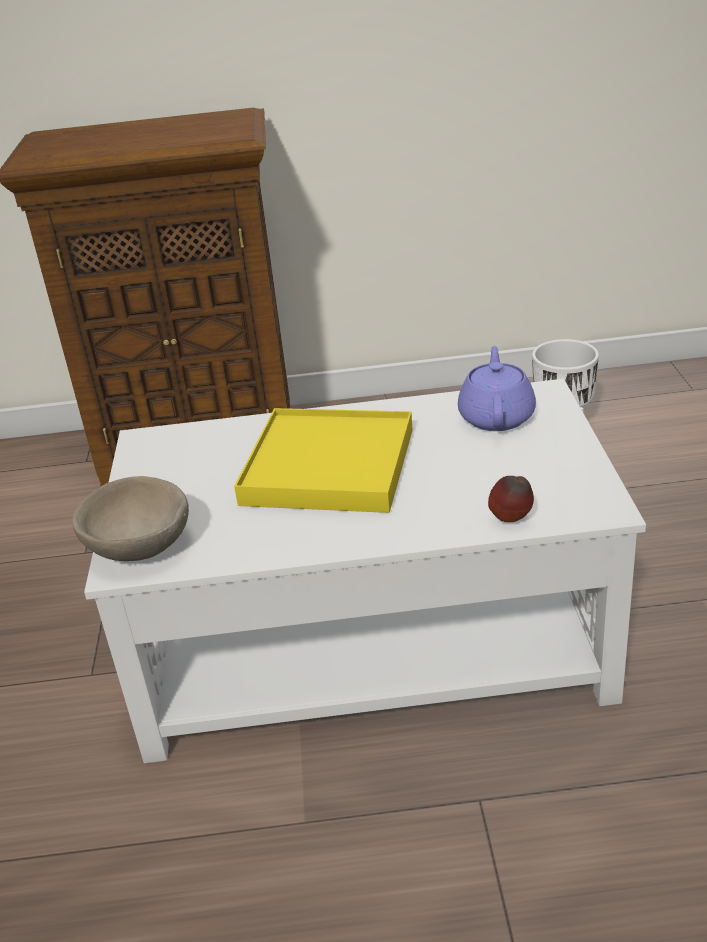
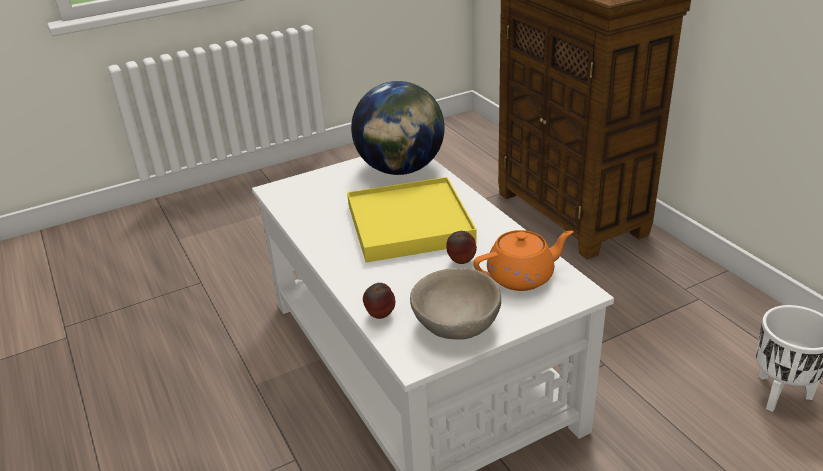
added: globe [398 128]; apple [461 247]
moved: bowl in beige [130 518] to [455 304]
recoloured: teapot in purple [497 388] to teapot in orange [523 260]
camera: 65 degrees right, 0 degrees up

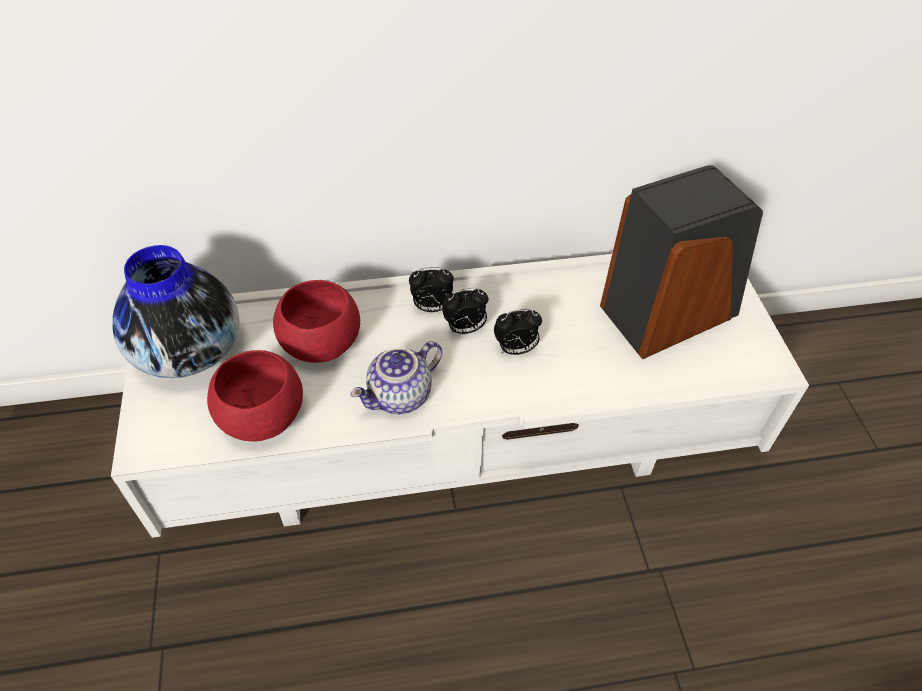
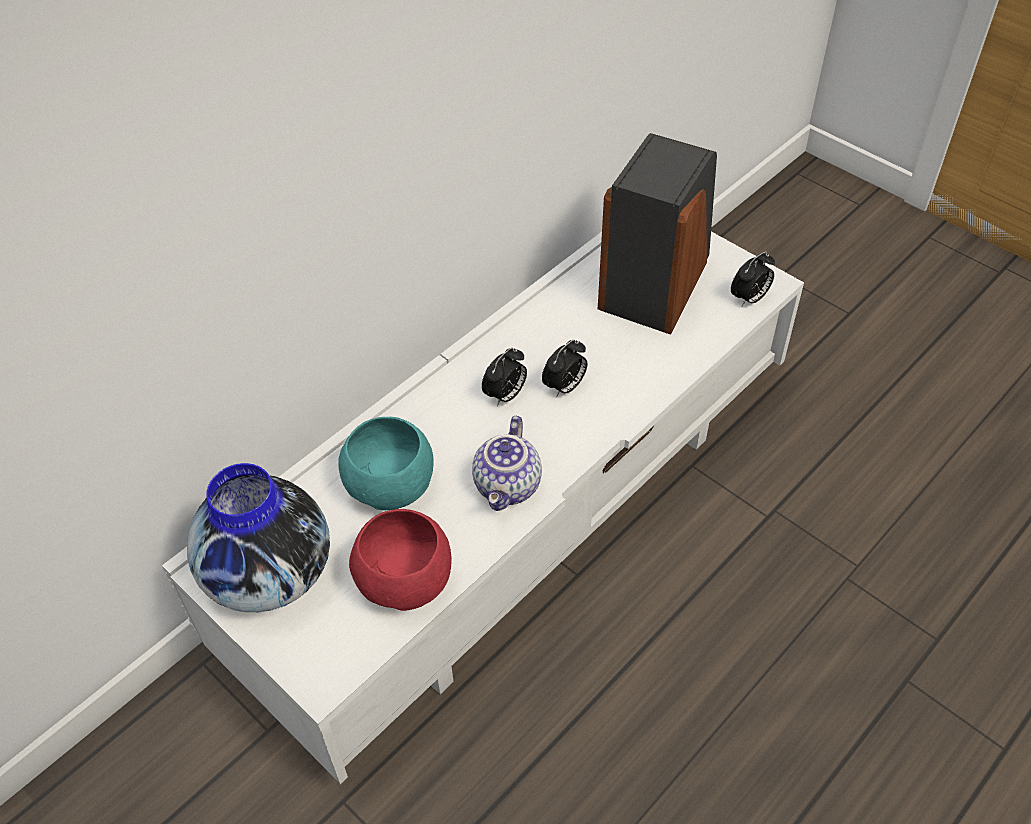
moved: alarm clock [431 289] to [753 279]
recoloured: bowl in red [316 321] to bowl in turquoise [385 463]
camera: 35 degrees left, 0 degrees up

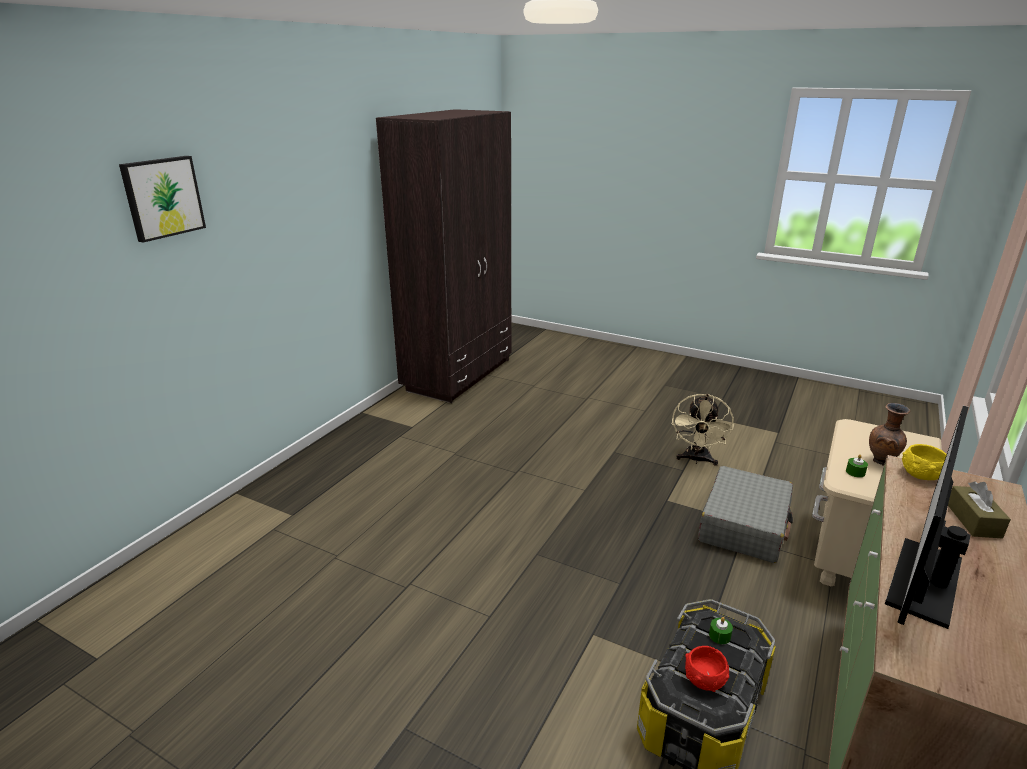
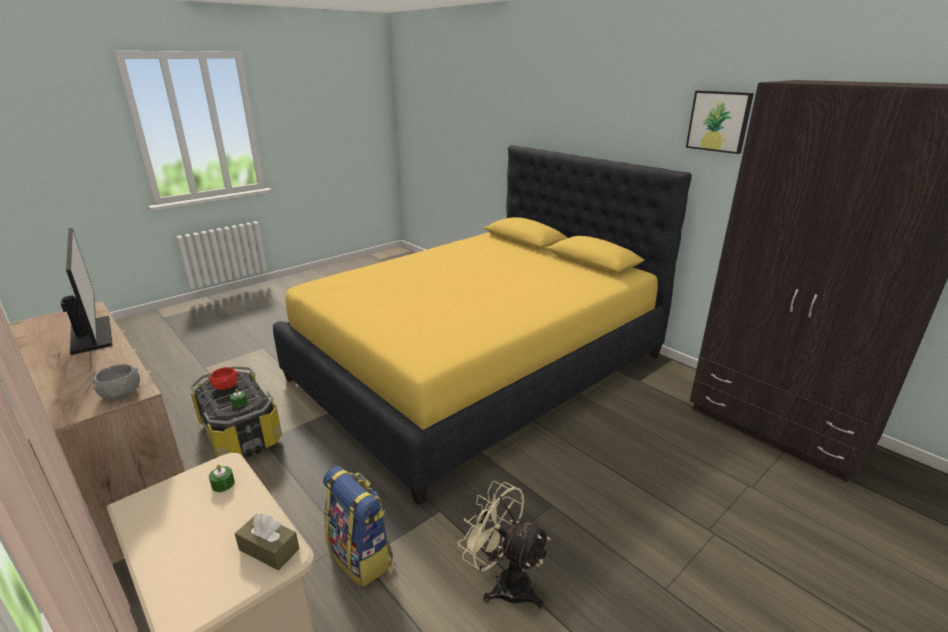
removed: vase in brown [889 434]
added: bed in yellow [482 325]
moved: tissue box in brown [979 510] to [267 542]; picture [162 199] to [720 122]
replaced: suitcase in grey [745 514] to backpack [358 526]
recoloured: bowl in yellow [924 462] to bowl in grey [116 382]
camera: 110 degrees right, 0 degrees up

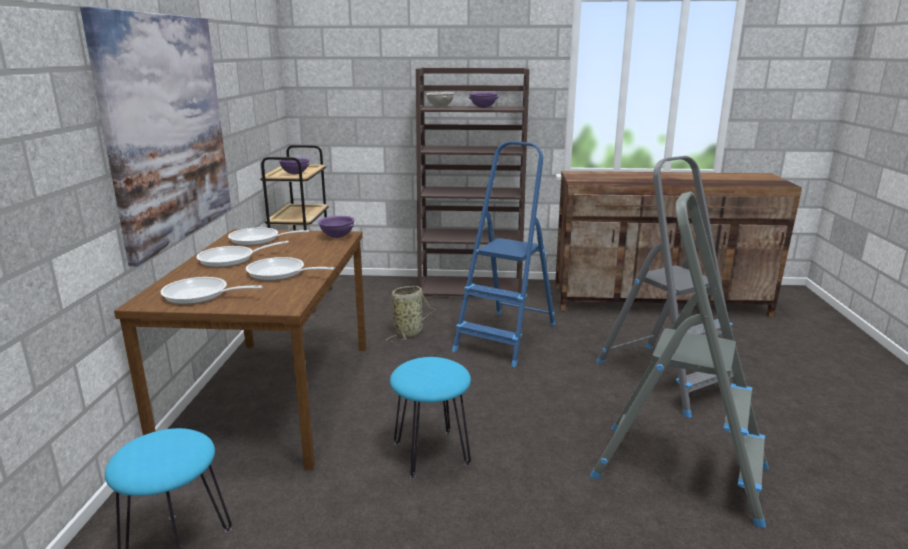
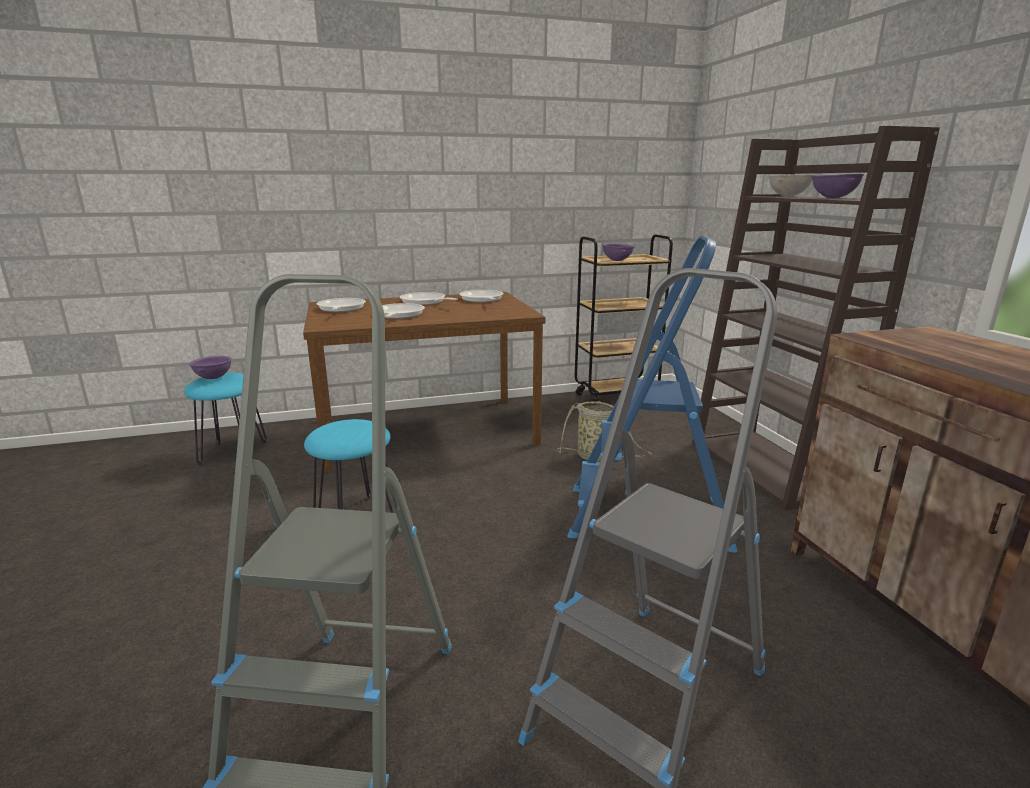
removed: picture [155 136]
moved: bowl in purple [336 227] to [210 367]
camera: 70 degrees right, 0 degrees up

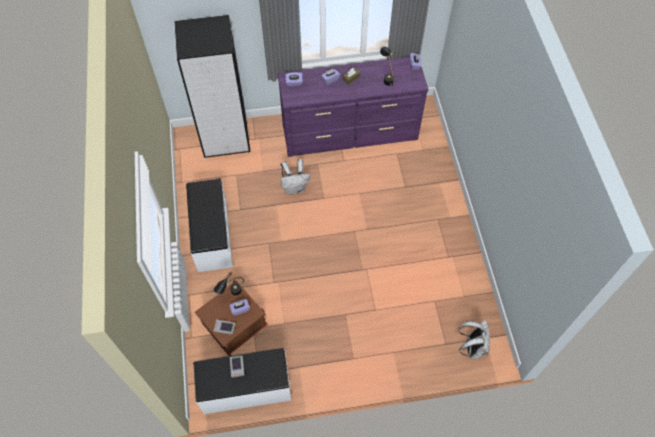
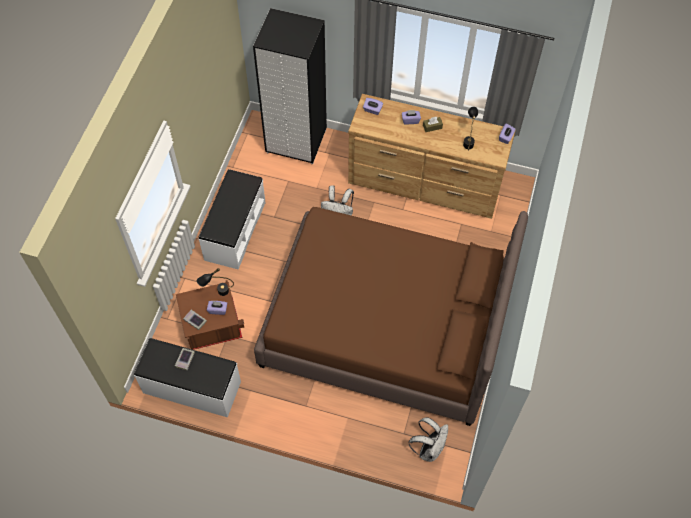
added: bed in brown [391 316]
recoloured: dresser in purple [352 107] to dresser in brown [432 156]
camera: 25 degrees right, 0 degrees up

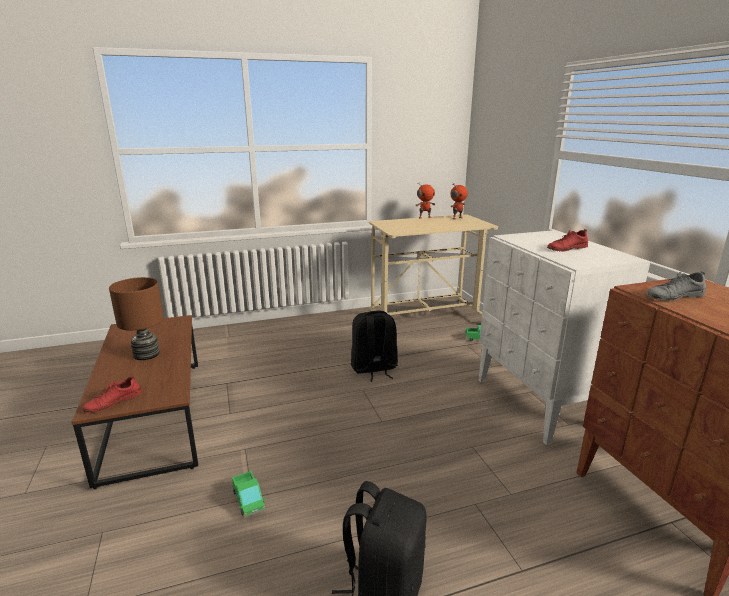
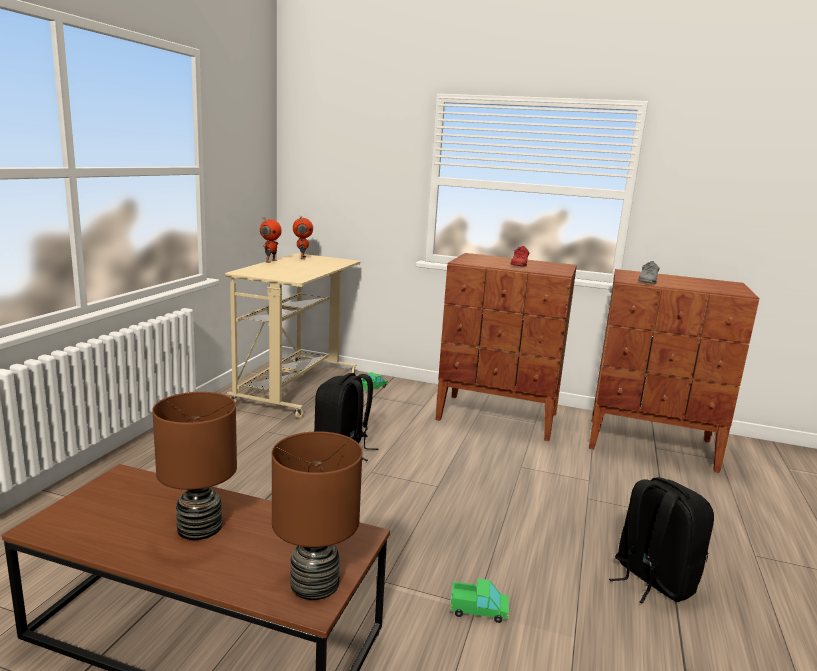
replaced: shoe in red [112 394] to table lamp in brown [317 515]
recoloured: dresser in white [564 337] to dresser in brown [506 347]
camera: 55 degrees left, 5 degrees down

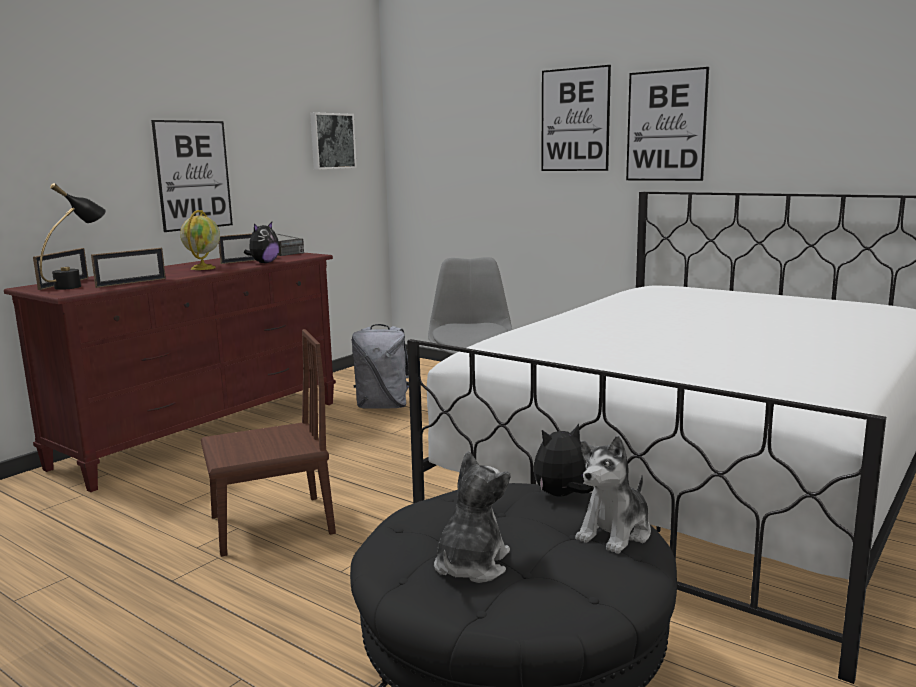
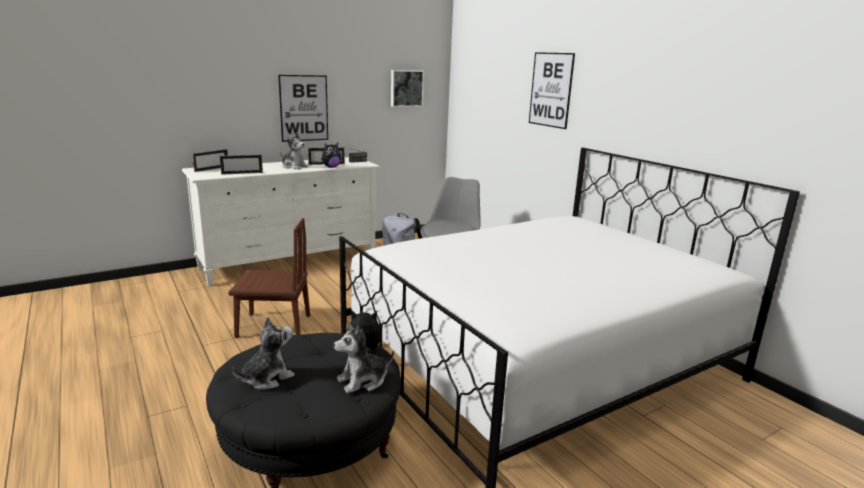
removed: table lamp in black [72 236]; picture [667 124]
replaced: globe [200 240] to plush toy [294 150]
recoloured: dresser in red [170 372] to dresser in white [281 221]
camera: 20 degrees right, 5 degrees up

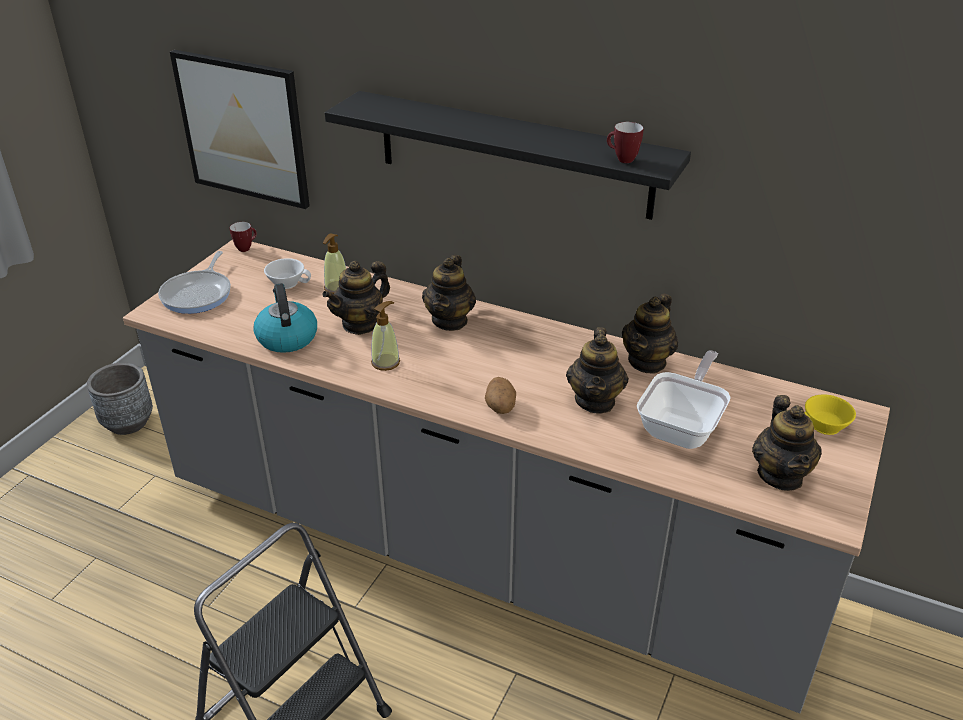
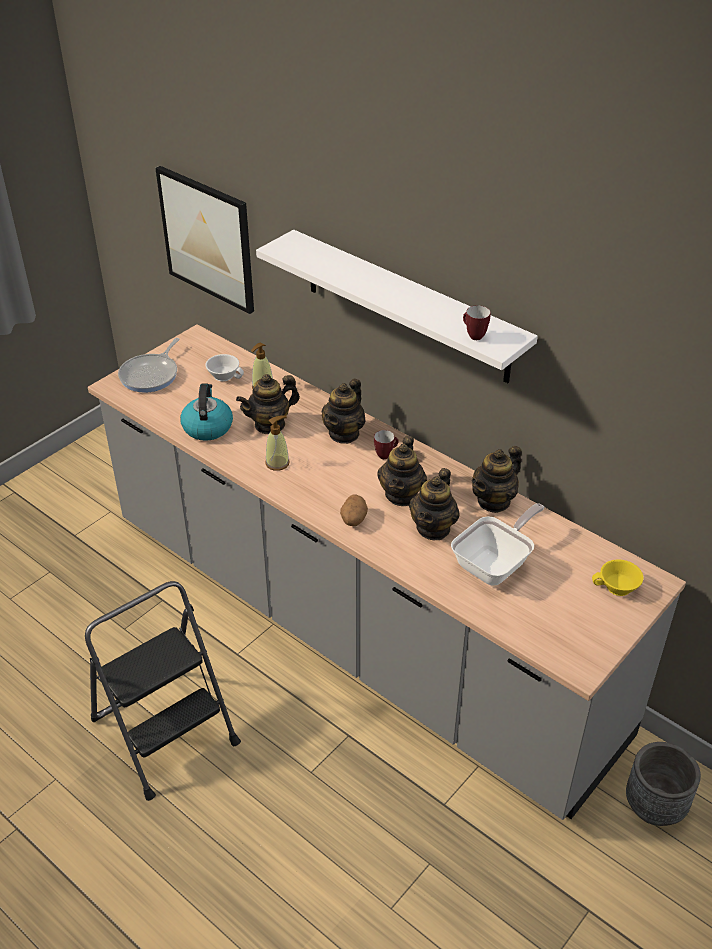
moved: mug [243 237] to [386 444]; teapot [787 443] to [402 471]; planter in grey [120 399] to [663 784]
recoloured: shelf in black [508 155] to shelf in white [397 306]
camera: 15 degrees right, 5 degrees up

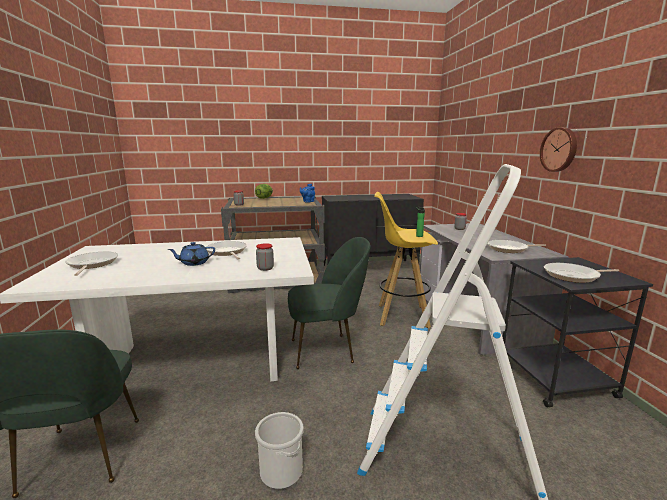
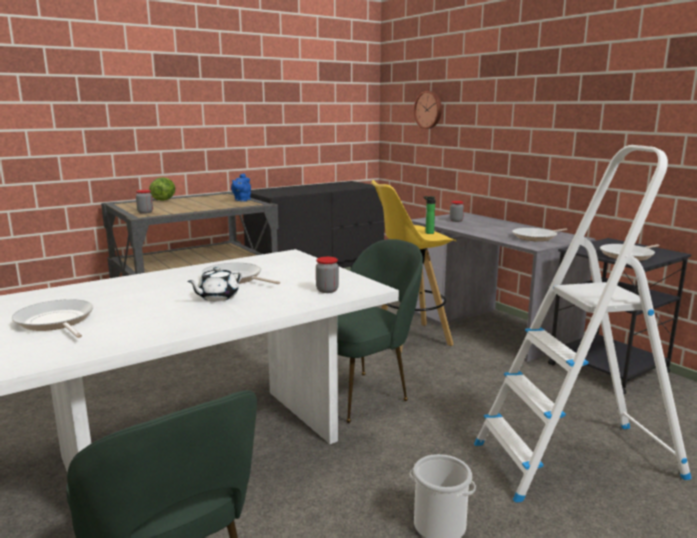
moved: wall clock [558 149] to [428 110]
recoloured: teapot in blue [191 254] to teapot in white [214 284]
camera: 25 degrees left, 0 degrees up

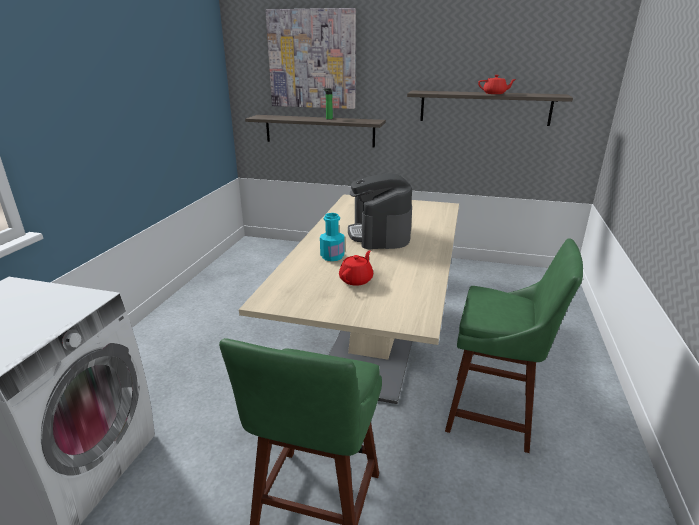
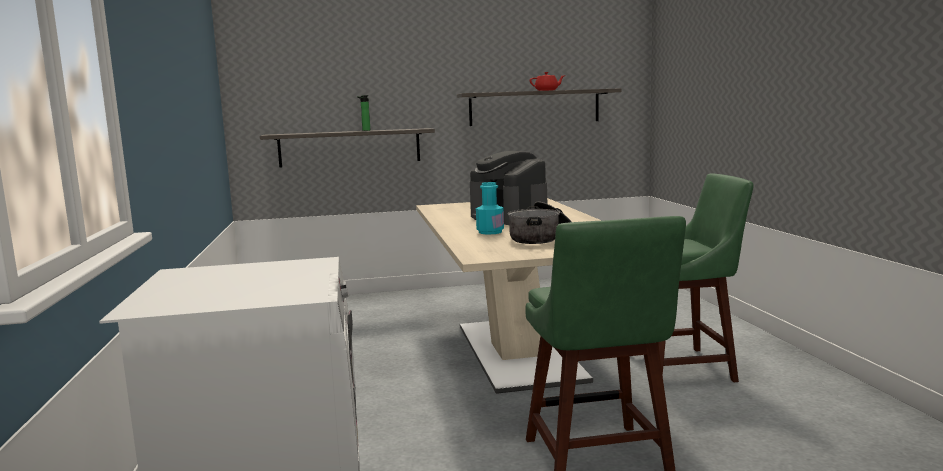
removed: picture [310 58]
replaced: teapot in red [356 268] to cooking pot [540 223]
camera: 25 degrees left, 15 degrees down

